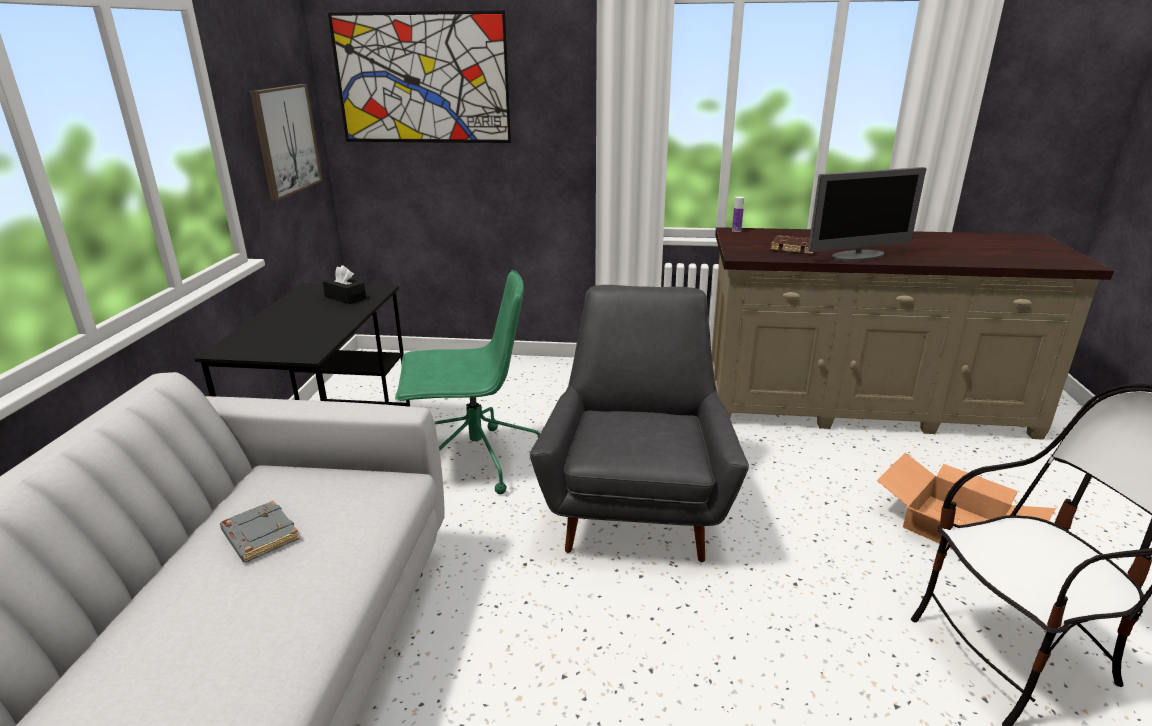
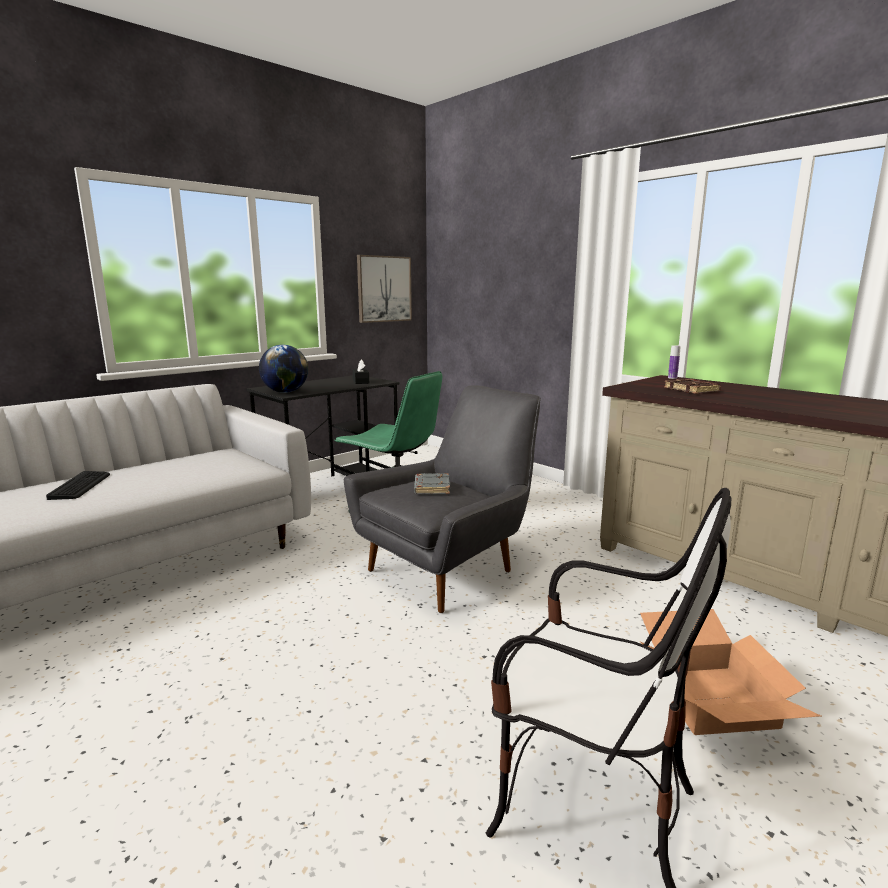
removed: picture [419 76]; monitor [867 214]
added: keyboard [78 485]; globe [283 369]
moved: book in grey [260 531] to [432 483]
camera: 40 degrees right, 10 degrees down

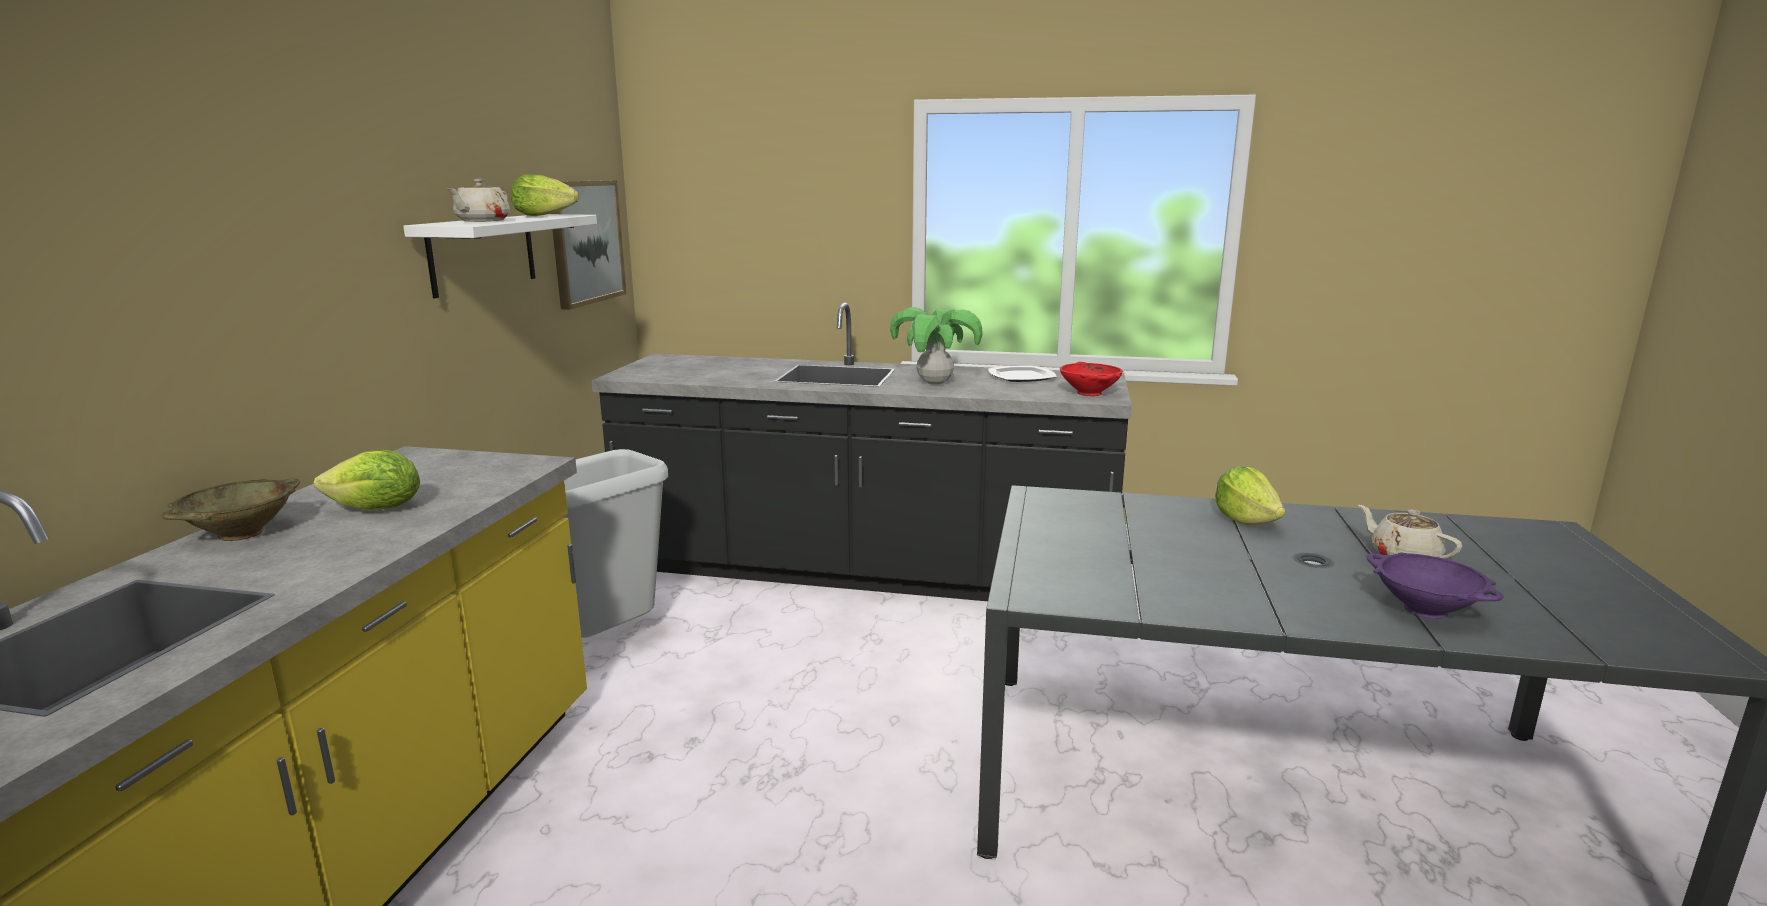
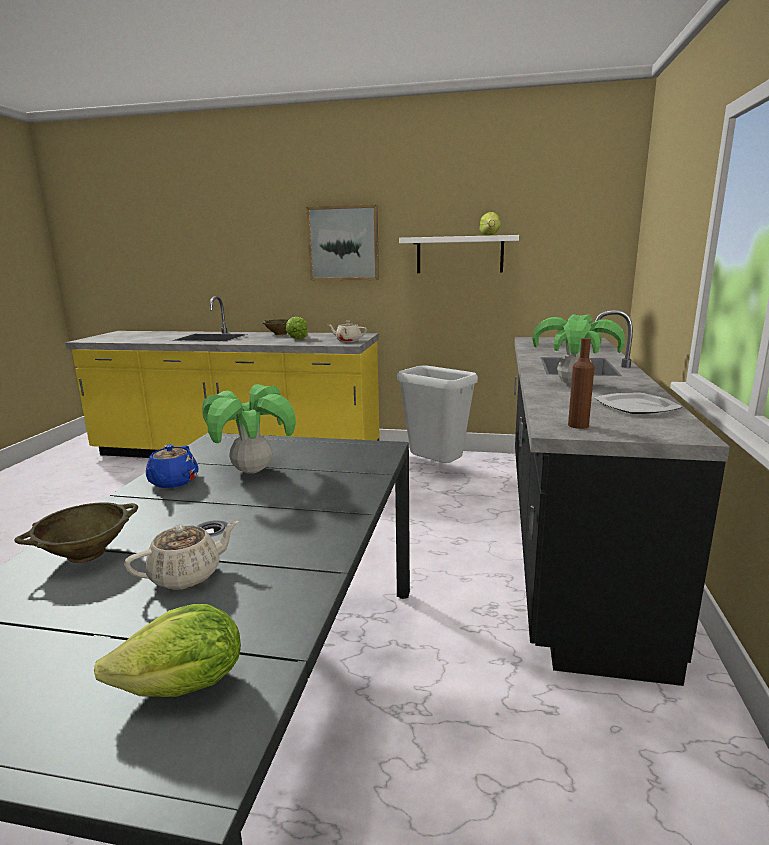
added: teapot in blue [172 466]; potted plant [249 429]
moved: lettuce [1250 495] to [167 650]; picture [588 245] to [342 242]; teapot in beige [479 200] to [347 331]
replaced: bowl in red [1091 379] to bottle in brown [581 383]
recoloured: bowl in purple [1435 586] to bowl in beige [76 532]
camera: 90 degrees right, 0 degrees up

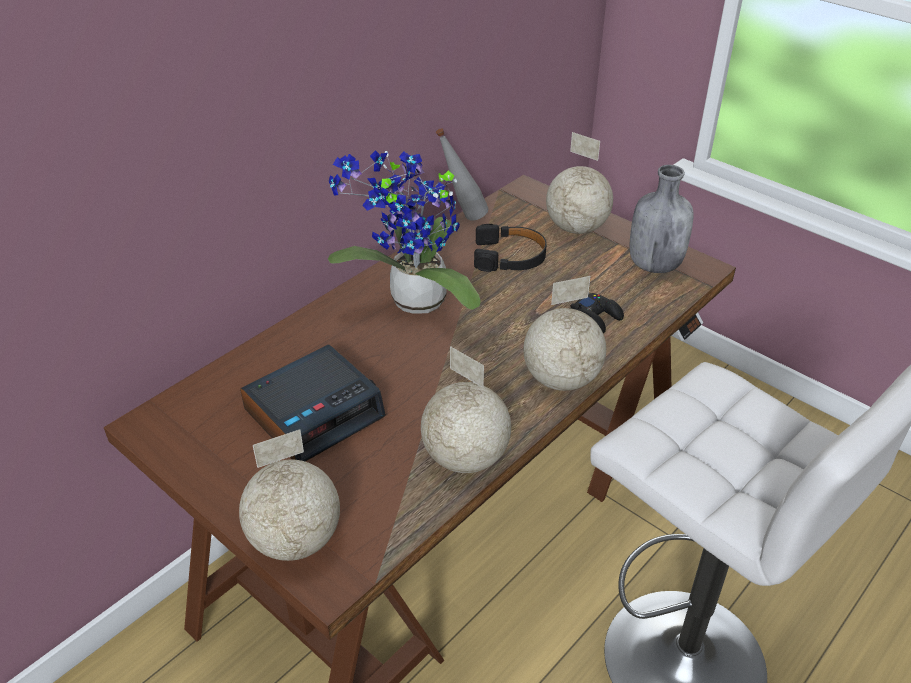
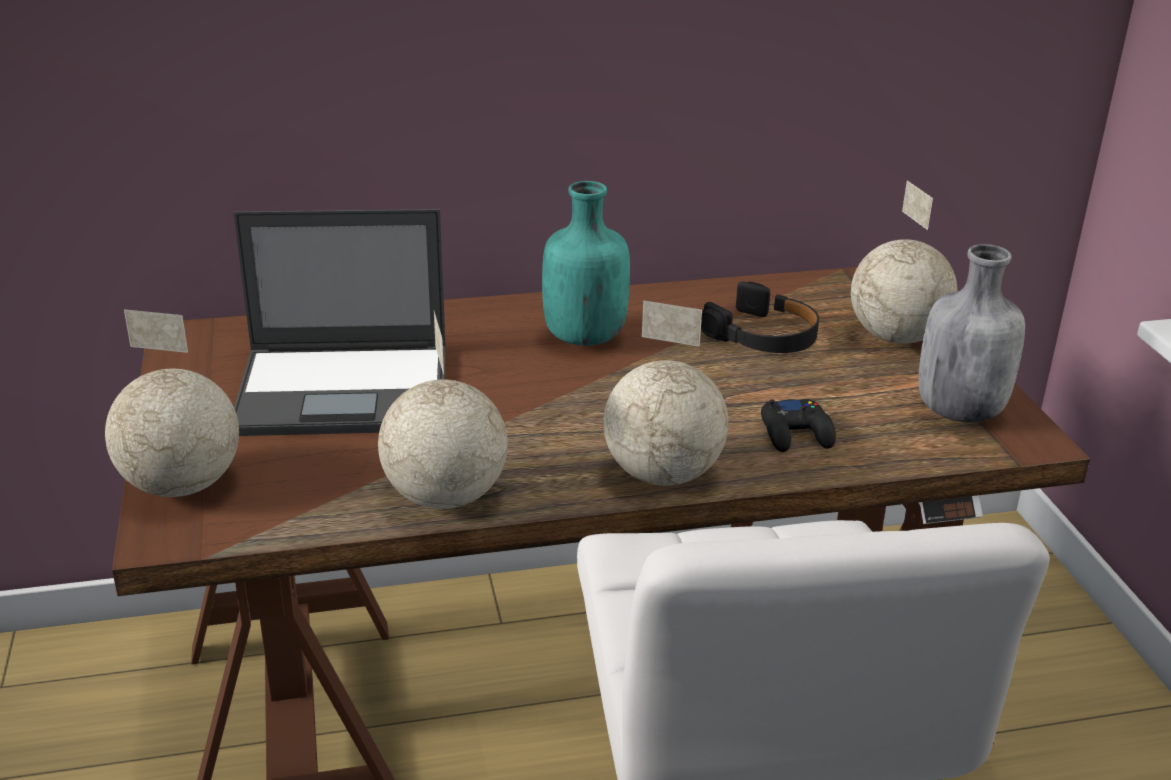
removed: bottle in grey [462 175]
replaced: alarm clock [313 403] to laptop [340 322]; potted plant [404 232] to bottle in turquoise [586 263]
camera: 35 degrees right, 10 degrees down

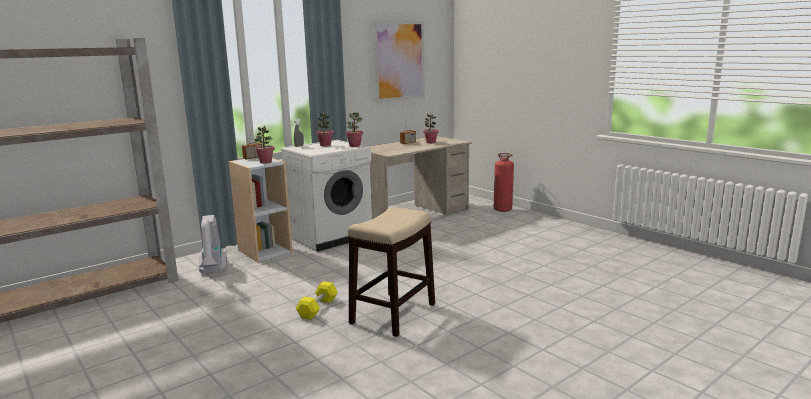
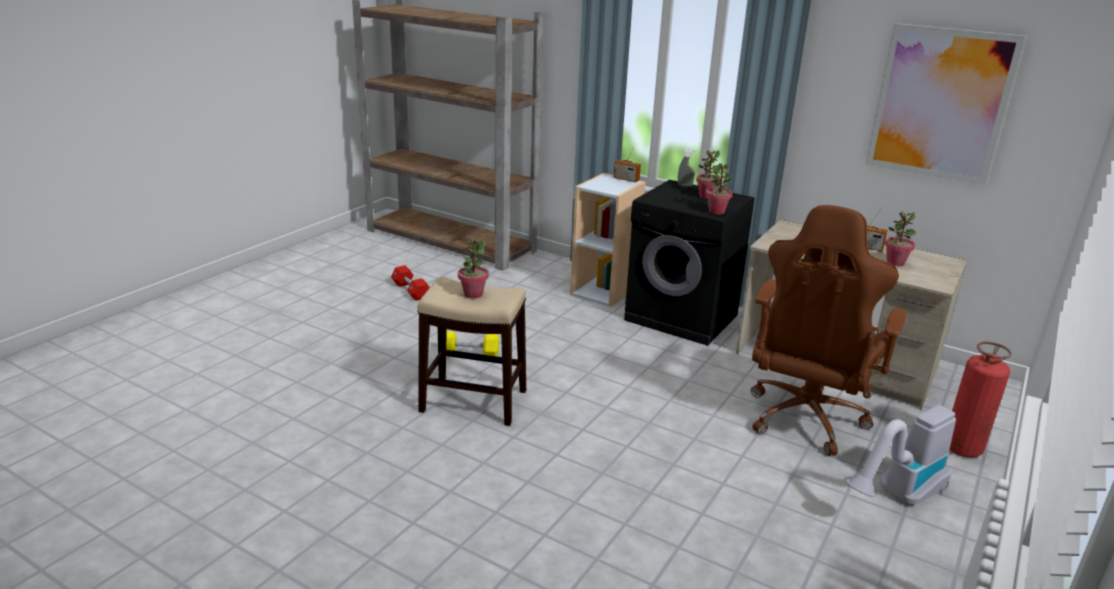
added: dumbbell in red [410 283]; office chair in brown [829 330]
moved: potted plant [264 144] to [473 269]; vacuum cleaner [213 245] to [901 455]
recoloured: washing machine in white [326 196] to washing machine in black [689 263]
camera: 70 degrees right, 10 degrees up

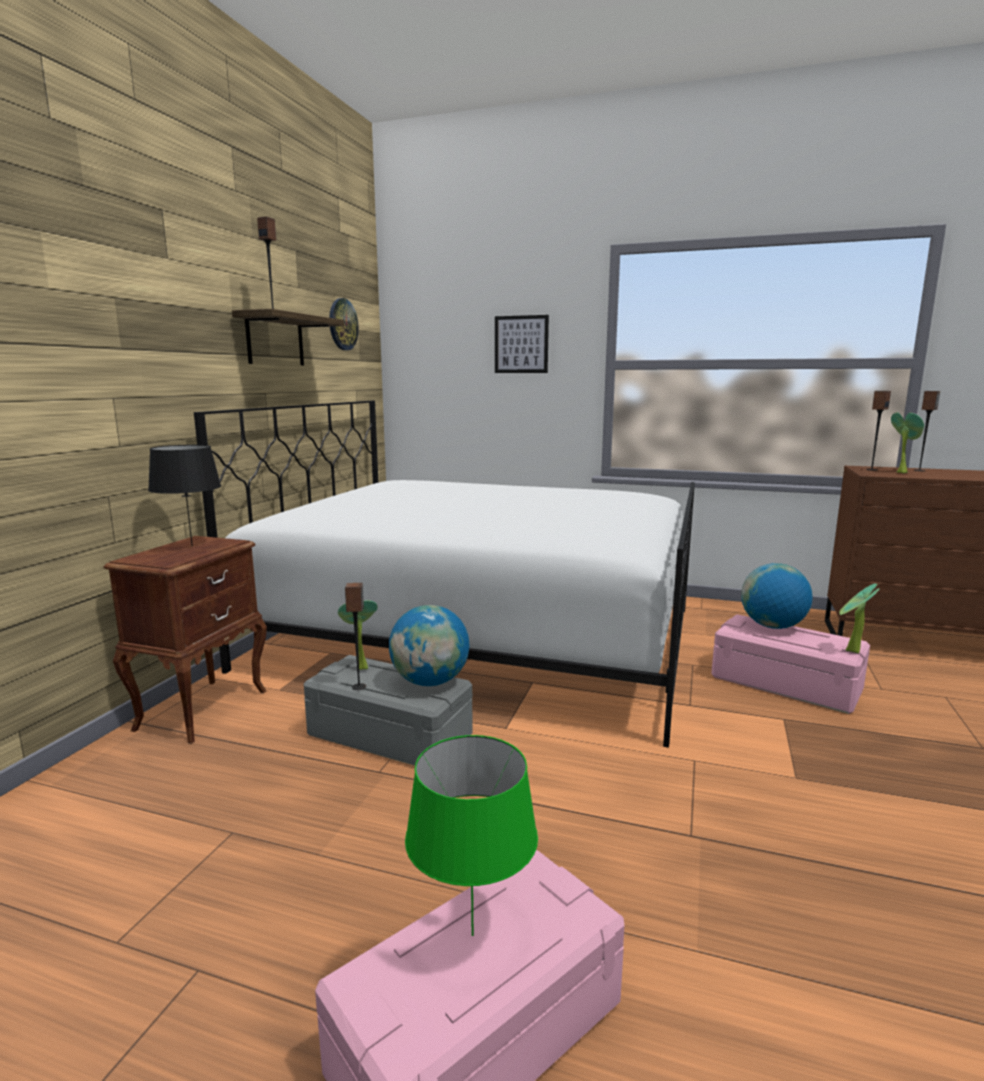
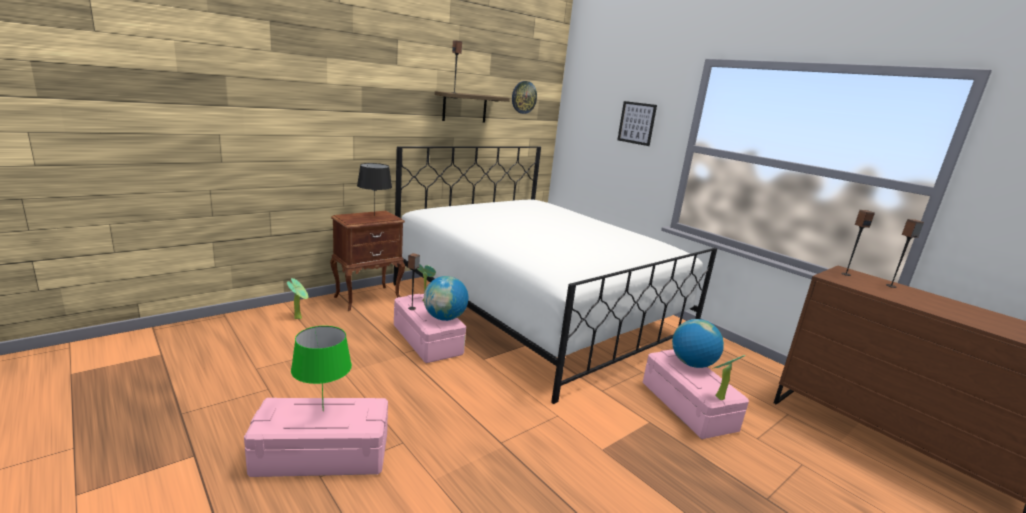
moved: potted plant [907 442] to [298 298]
recoloured: storage box in grey [388 710] to storage box in pink [430 328]
camera: 30 degrees right, 5 degrees up

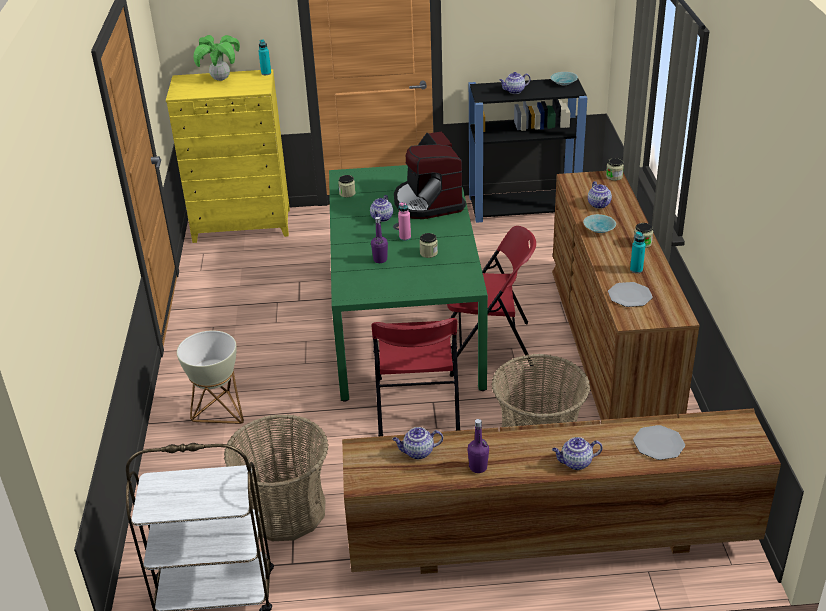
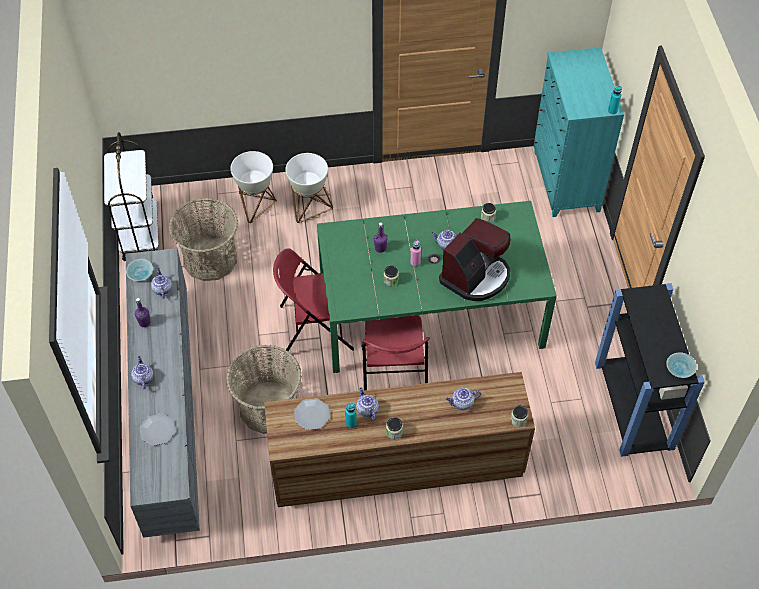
removed: potted plant [217 58]
added: planter [253 187]
moved: bowl in turquoise [599 223] to [139 270]; teapot [515 83] to [367 404]
recoloured: cabinet in brown [561 491] to cabinet in grey [163 392]; dresser in yellow [228 156] to dresser in turquoise [579 132]
turned: coffee machine [430 175] = [474 259] 150 degrees clockwise
camera: 85 degrees right, 20 degrees up

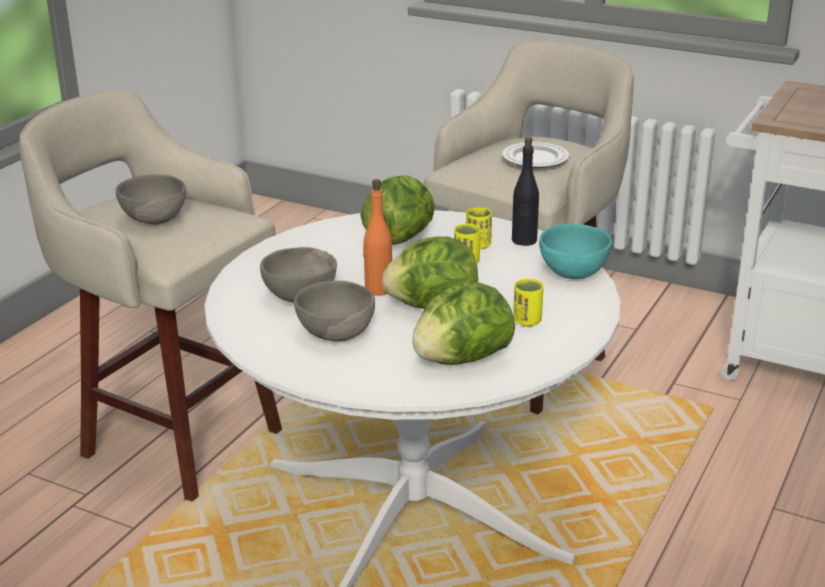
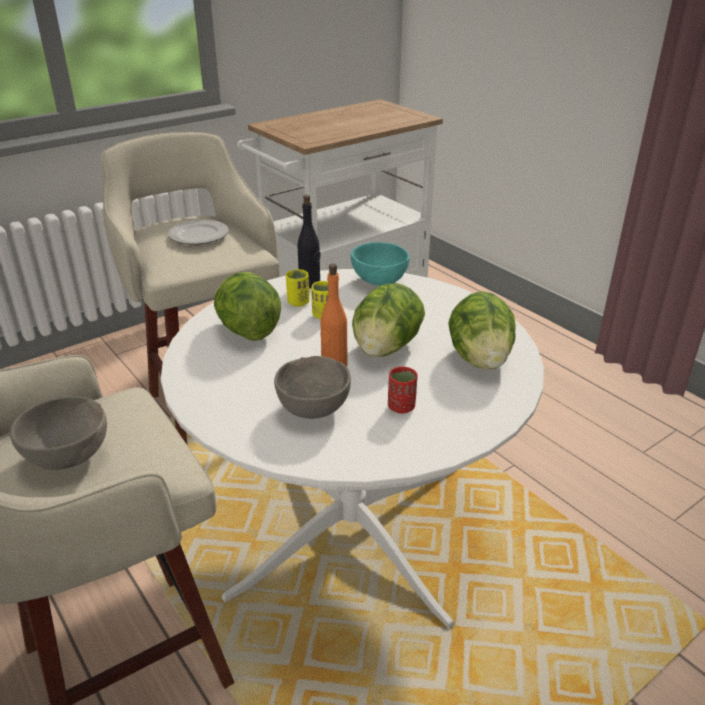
removed: cup in yellow [528 302]
replaced: bowl in grey [334 311] to cup in red [403 389]
camera: 65 degrees left, 5 degrees up

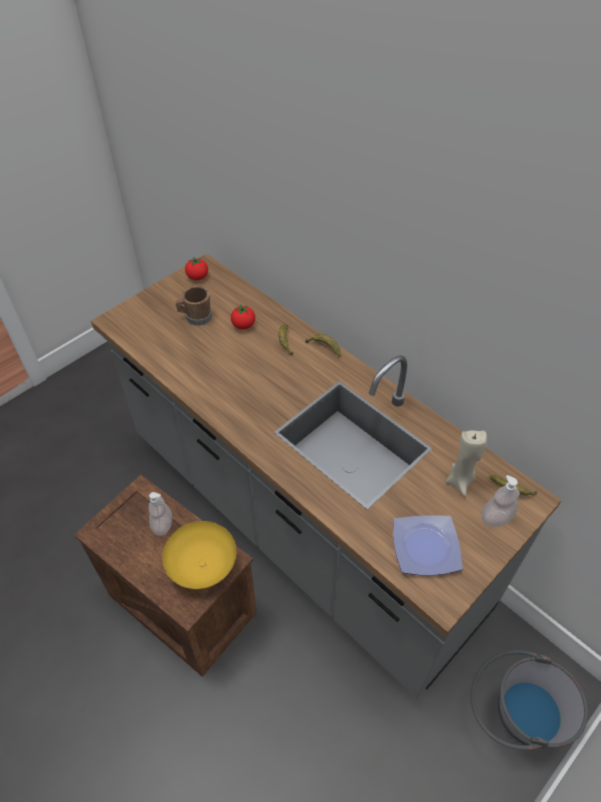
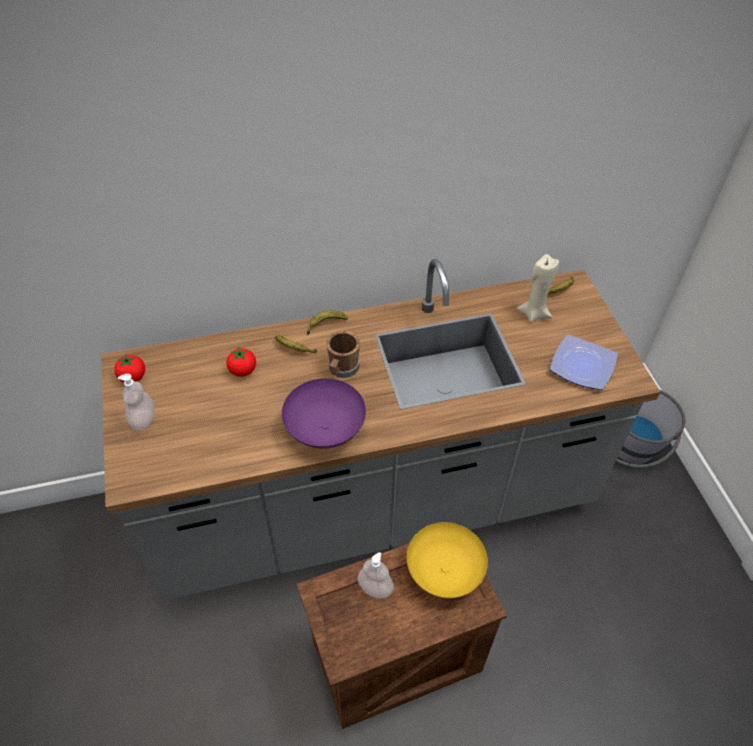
added: bowl in purple [324 413]
moved: soap dispenser [501 501] to [136 402]; mug in brown [194 306] to [343 354]
camera: 60 degrees left, 0 degrees up

